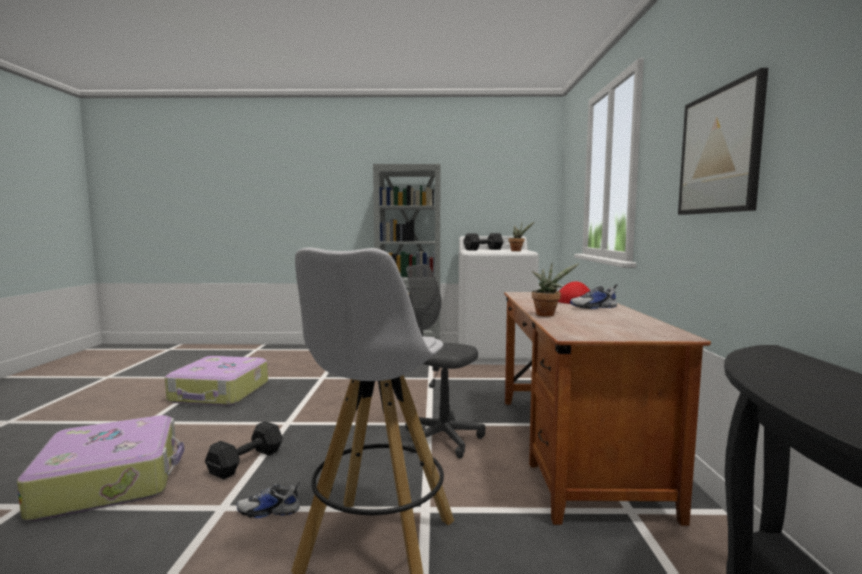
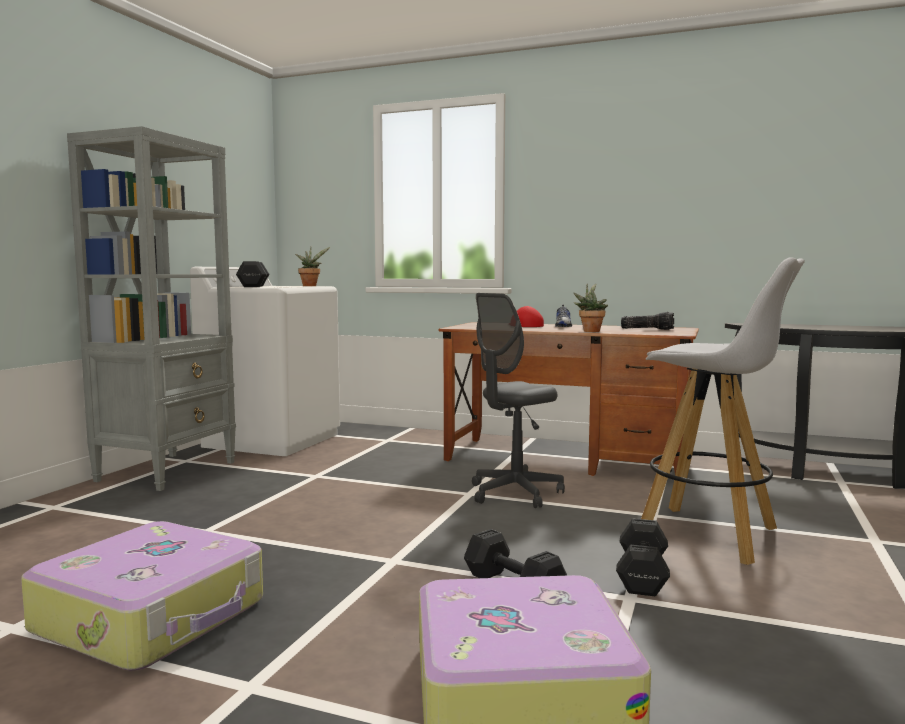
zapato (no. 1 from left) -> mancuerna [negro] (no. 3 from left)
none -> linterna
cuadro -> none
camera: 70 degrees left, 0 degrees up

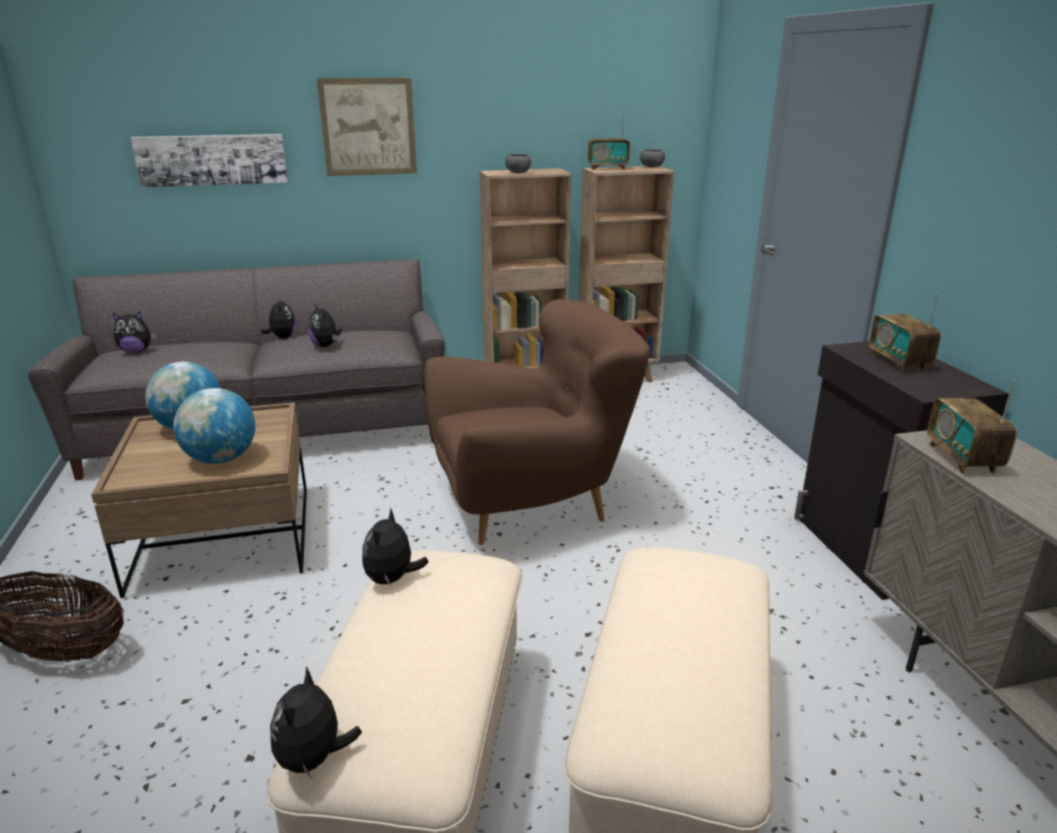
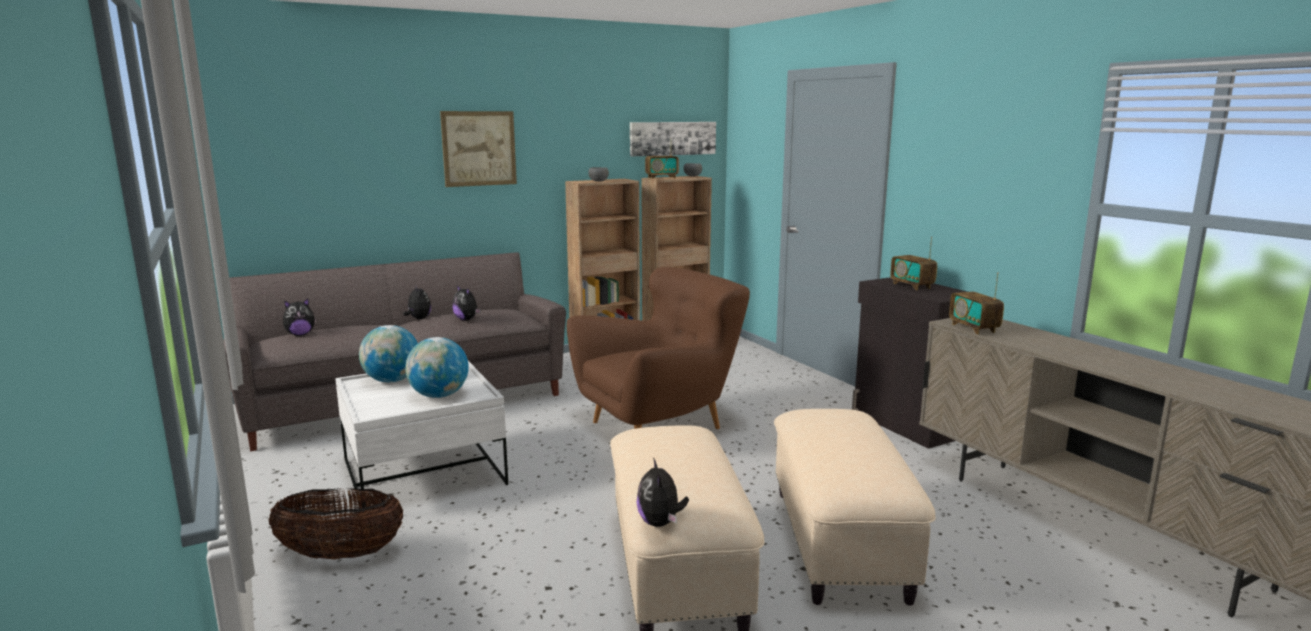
mesa de centro [marrón] -> mesa de centro [blanco]
cuadro (no. 1 from left in the first image) -> cuadro (no. 2 from left), relocated
peluche (no. 5 from left) -> none
camera: 15 degrees left, 10 degrees down

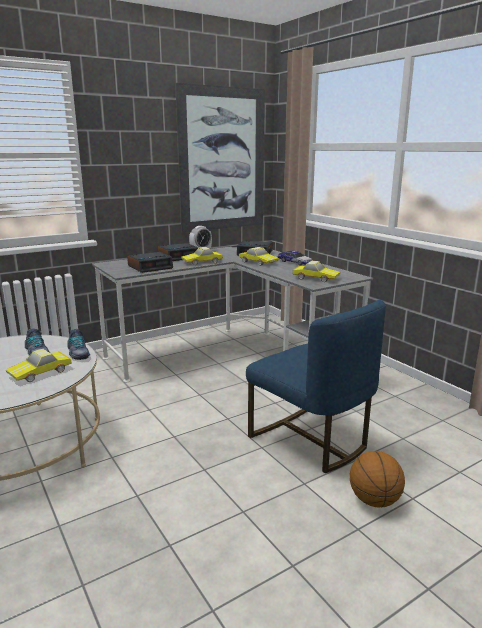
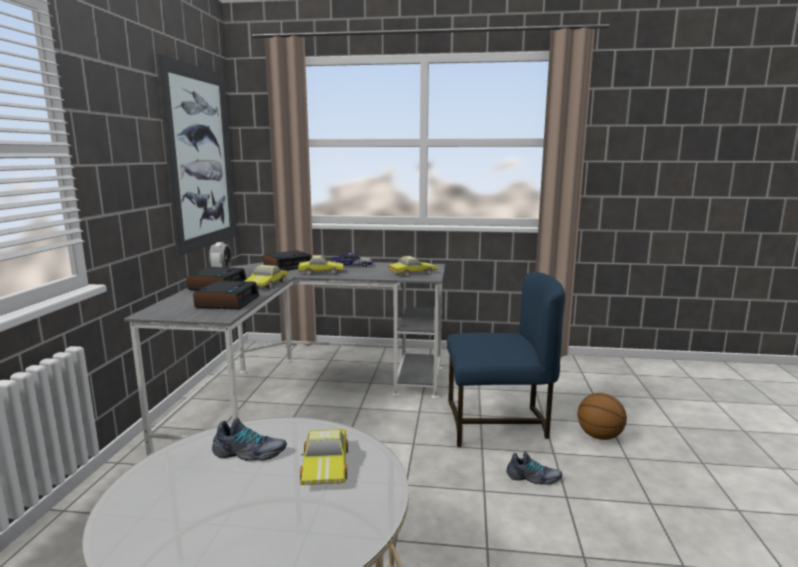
zapato (no. 2 from left), relocated
camera: 50 degrees left, 5 degrees down

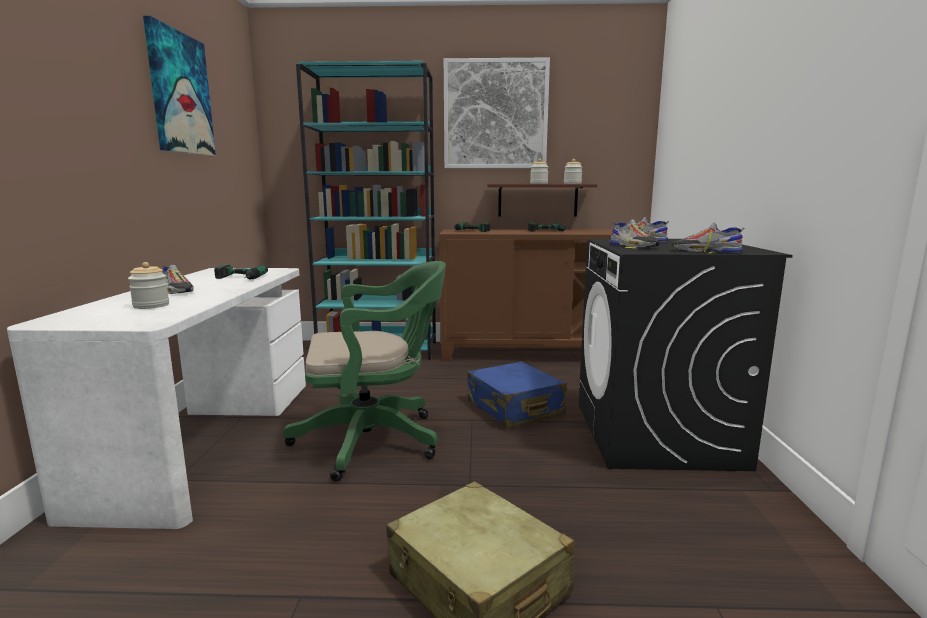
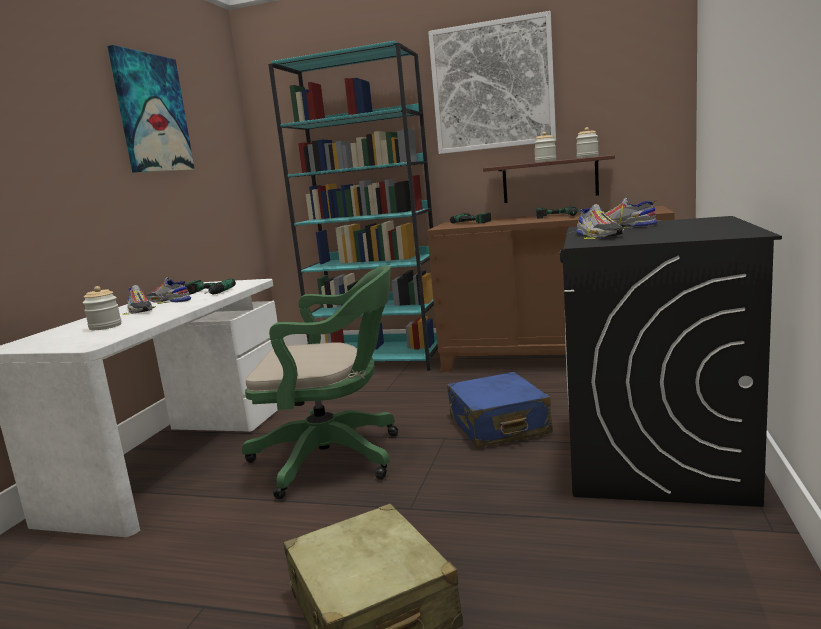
zapato (no. 4 from left in the first image) -> zapato (no. 2 from left), relocated
camera: 15 degrees right, 0 degrees up

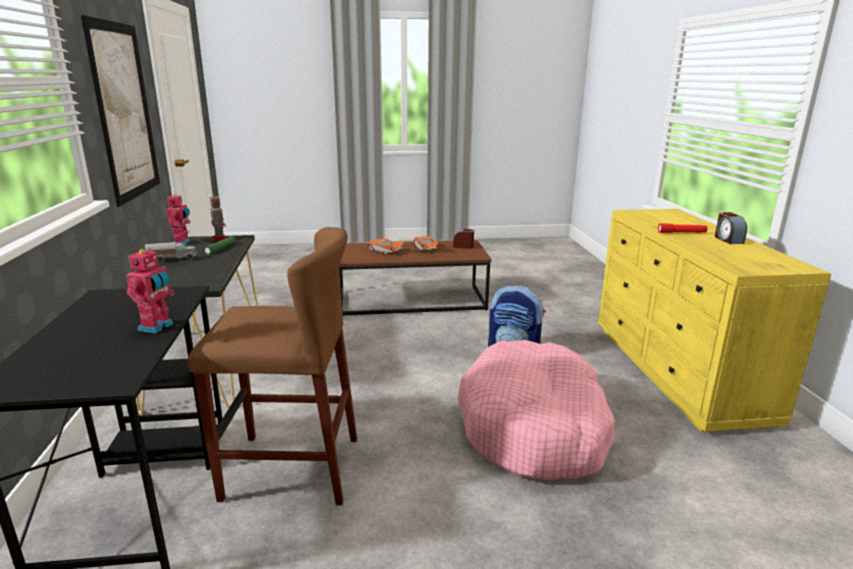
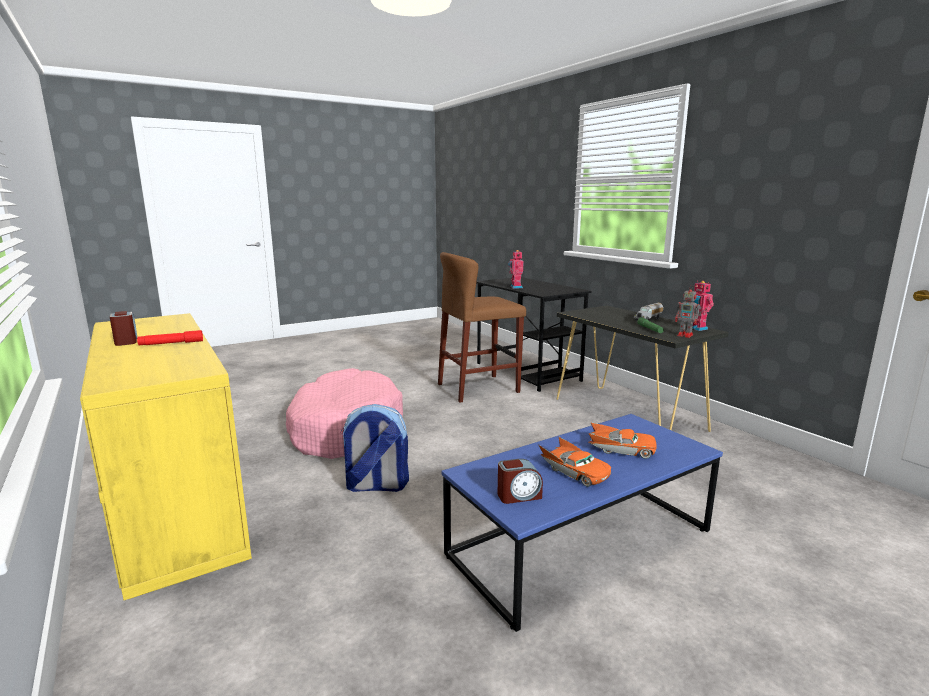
mesa de centro [marrón] -> mesa de centro [azul]
cuadro -> none
camera: 155 degrees right, 5 degrees down

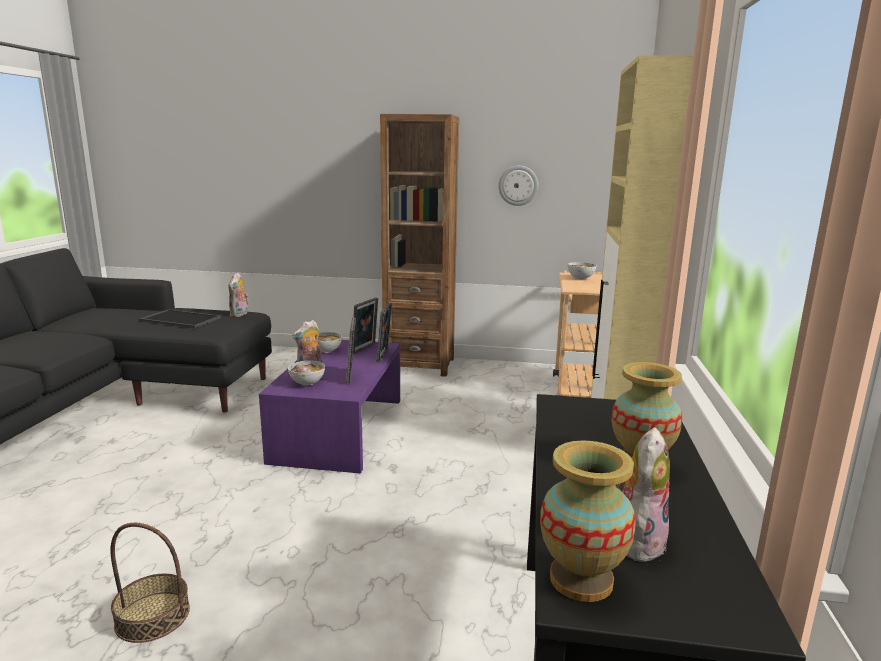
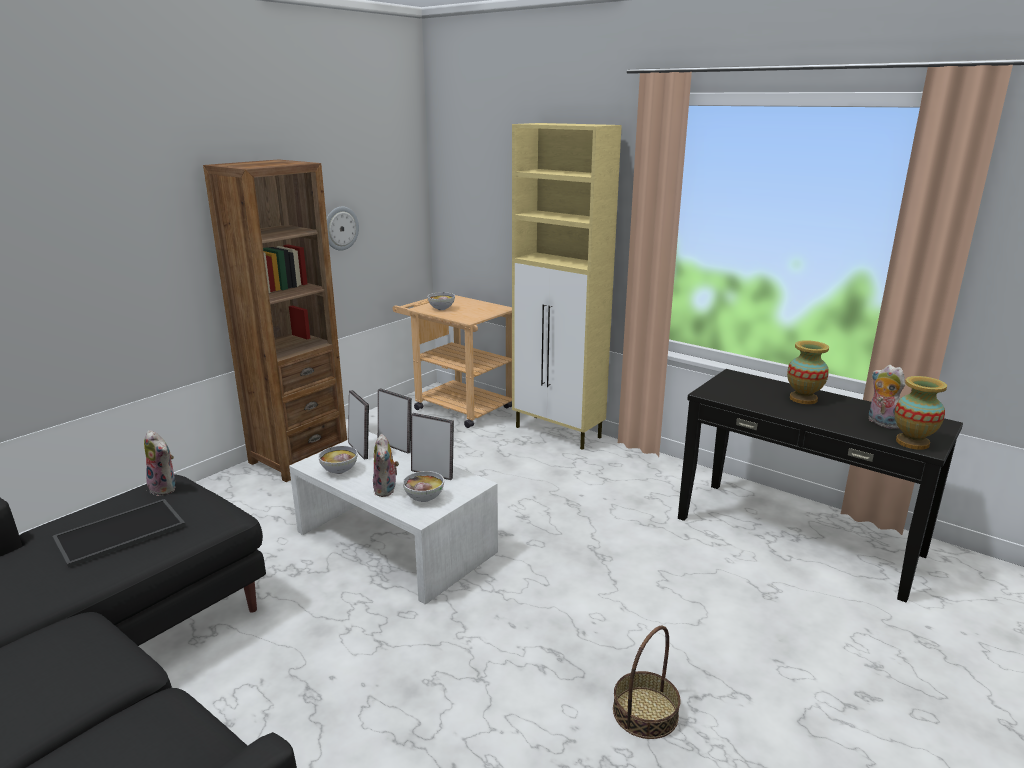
mesa de centro [morado] -> mesa de centro [blanco]
camera: 60 degrees left, 5 degrees up

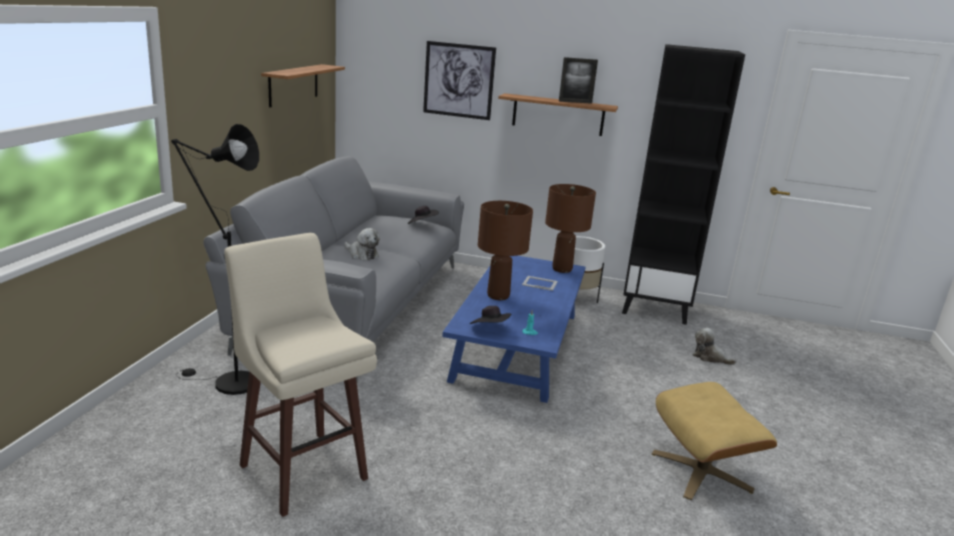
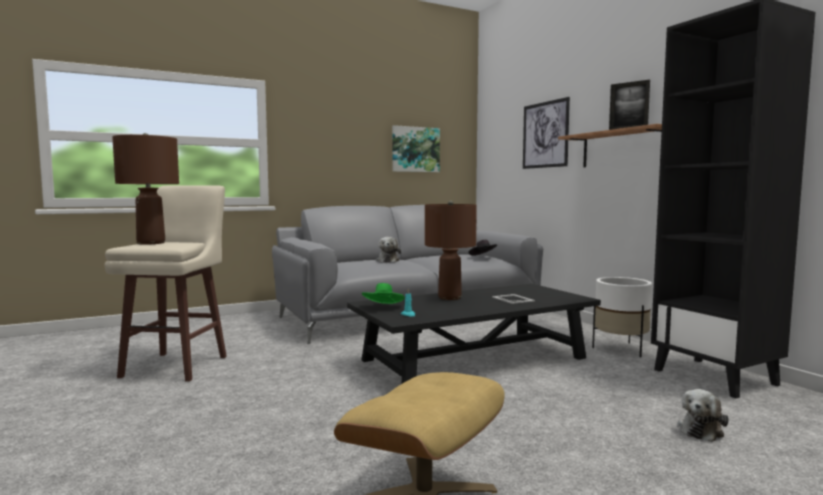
lámpara de mesa [marrón] (no. 2 from left in the first image) -> lámpara de mesa [marrón] (no. 1 from left), relocated
mesa de centro [azul] -> mesa de centro [negro]
sombrero [negro] (no. 2 from left) -> sombrero [verde]
estante (no. 1 from left) -> cuadro (no. 1 from left)
peluche (no. 2 from left), 135 degrees counterclockwise
lámpara de pie [negro] -> none
camera: 50 degrees right, 15 degrees down

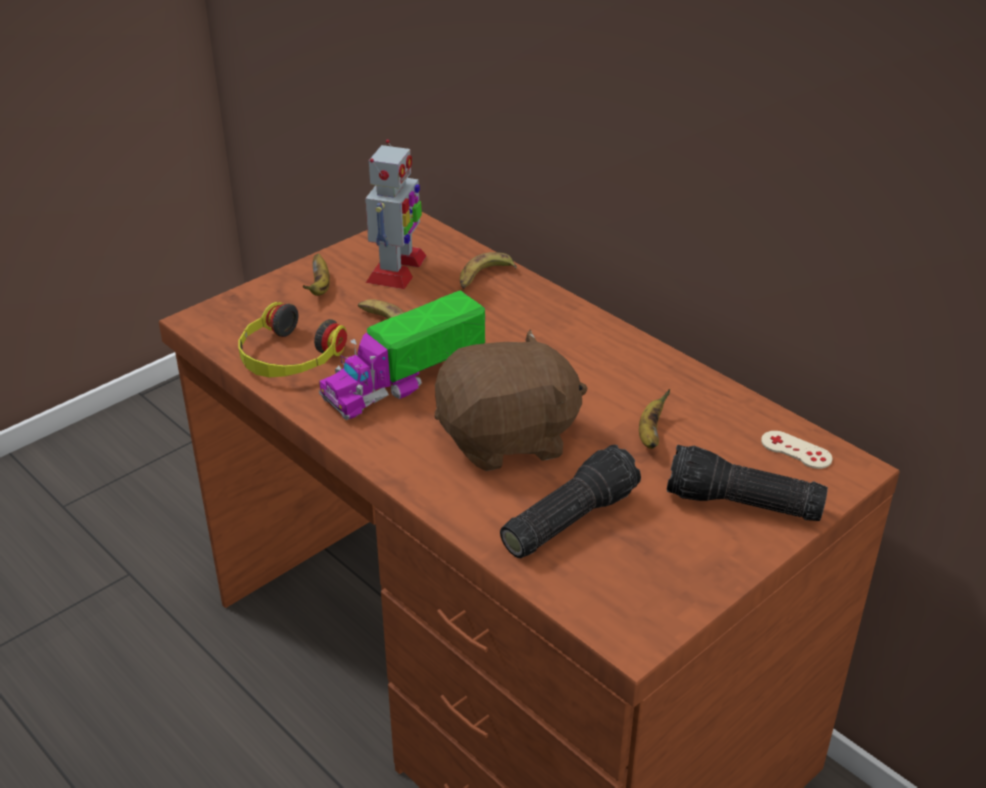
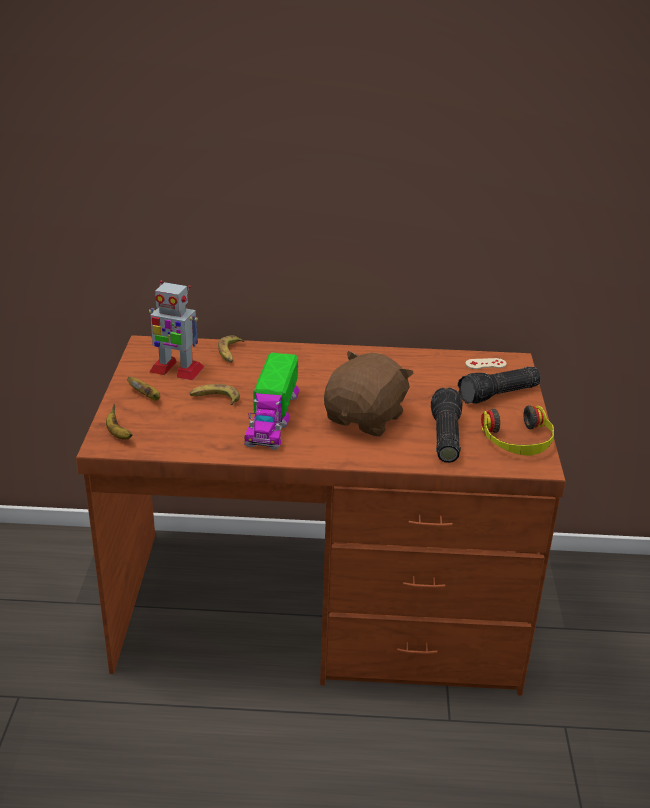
plátano (no. 4 from left in the first image) -> plátano (no. 1 from left), relocated
robot de juguete, 135 degrees clockwise
auriculares, relocated
camera: 45 degrees left, 5 degrees down

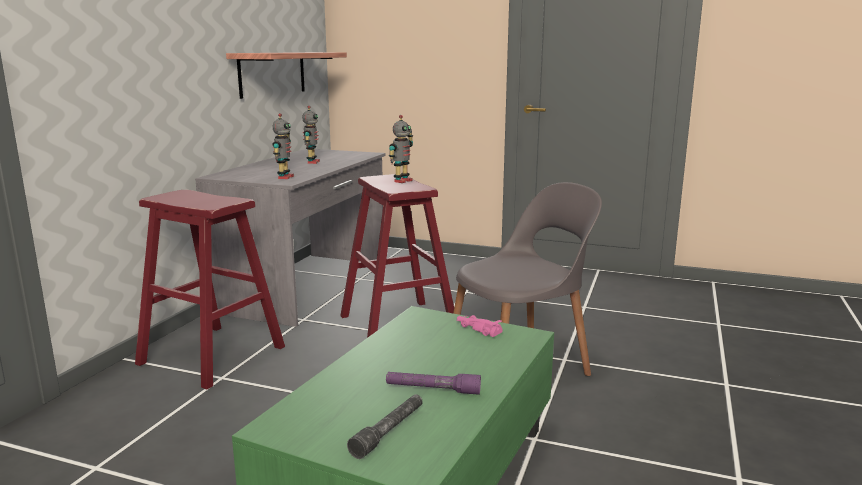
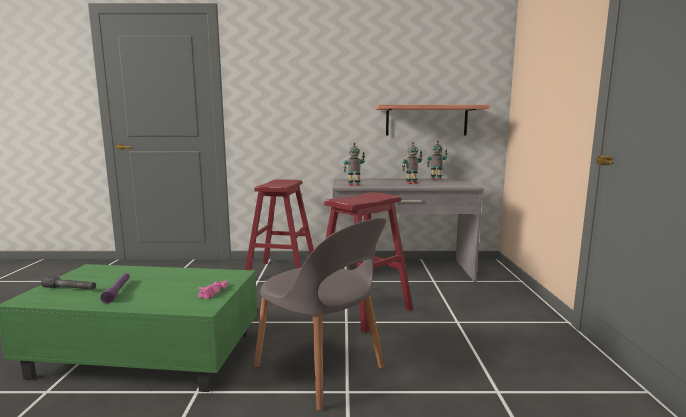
robot de juguete (no. 3 from left), relocated
camera: 70 degrees right, 5 degrees down

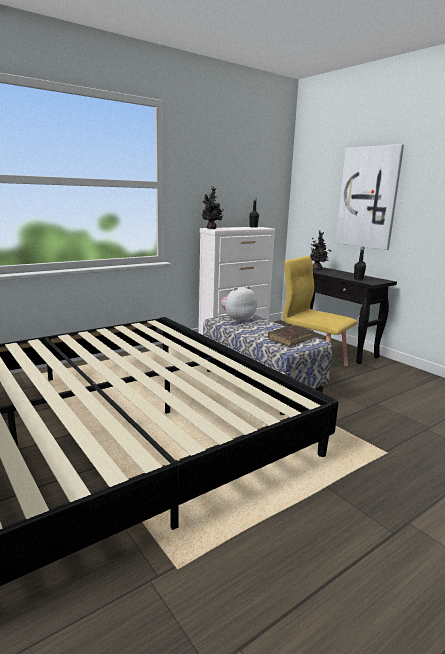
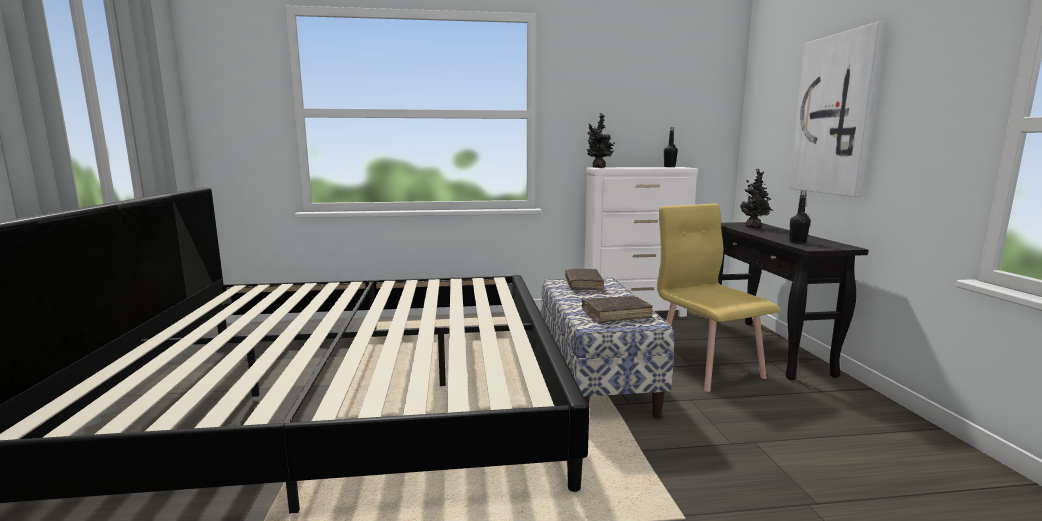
peluche -> libro [marrón] (no. 1 from left)
camera: 30 degrees right, 5 degrees down

